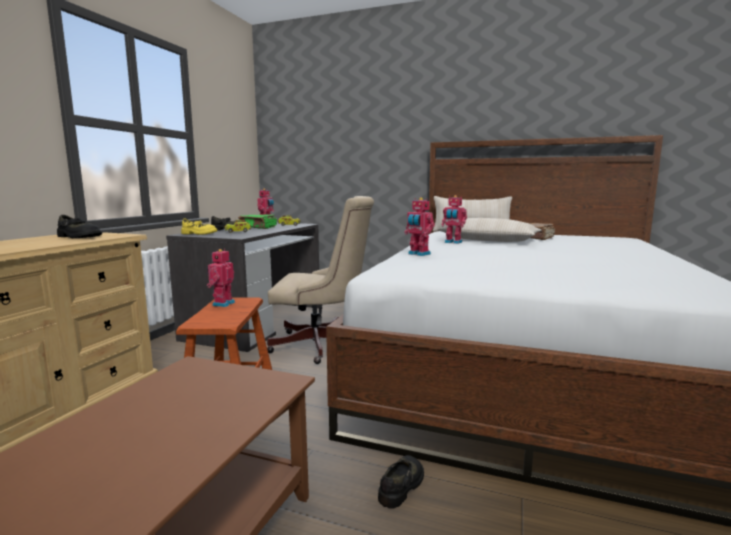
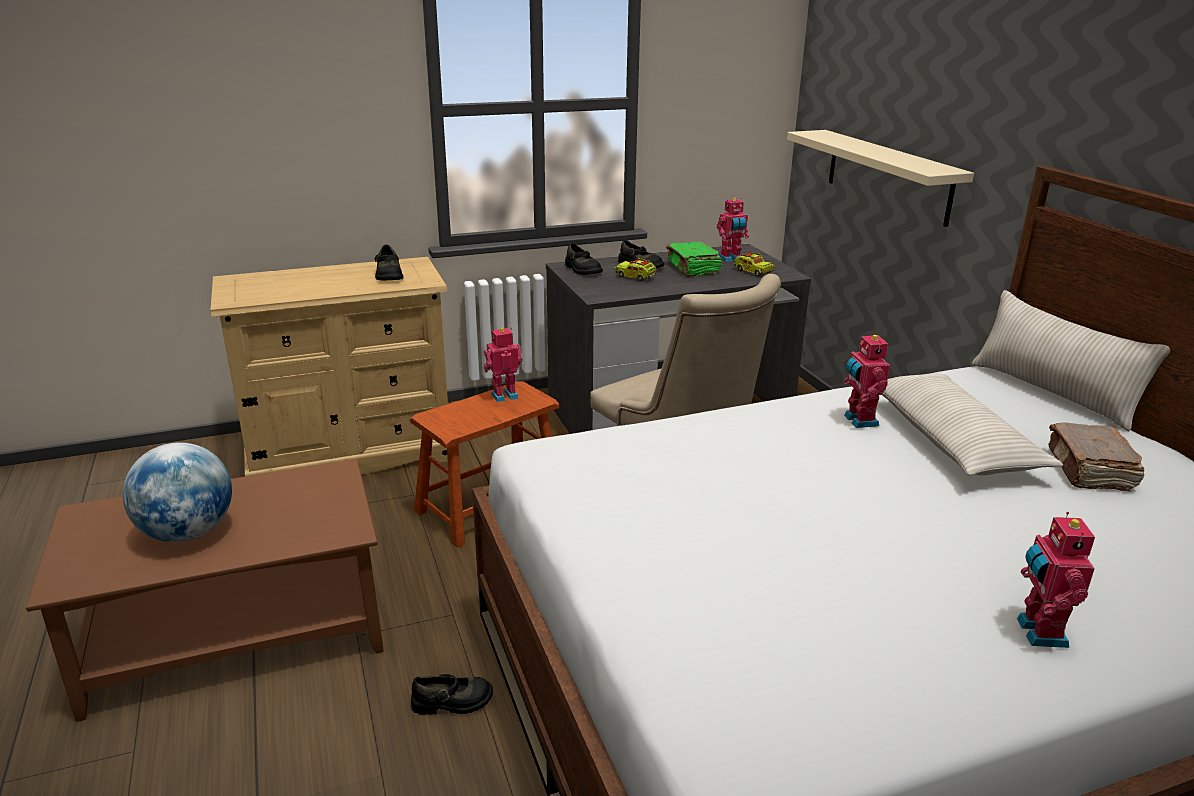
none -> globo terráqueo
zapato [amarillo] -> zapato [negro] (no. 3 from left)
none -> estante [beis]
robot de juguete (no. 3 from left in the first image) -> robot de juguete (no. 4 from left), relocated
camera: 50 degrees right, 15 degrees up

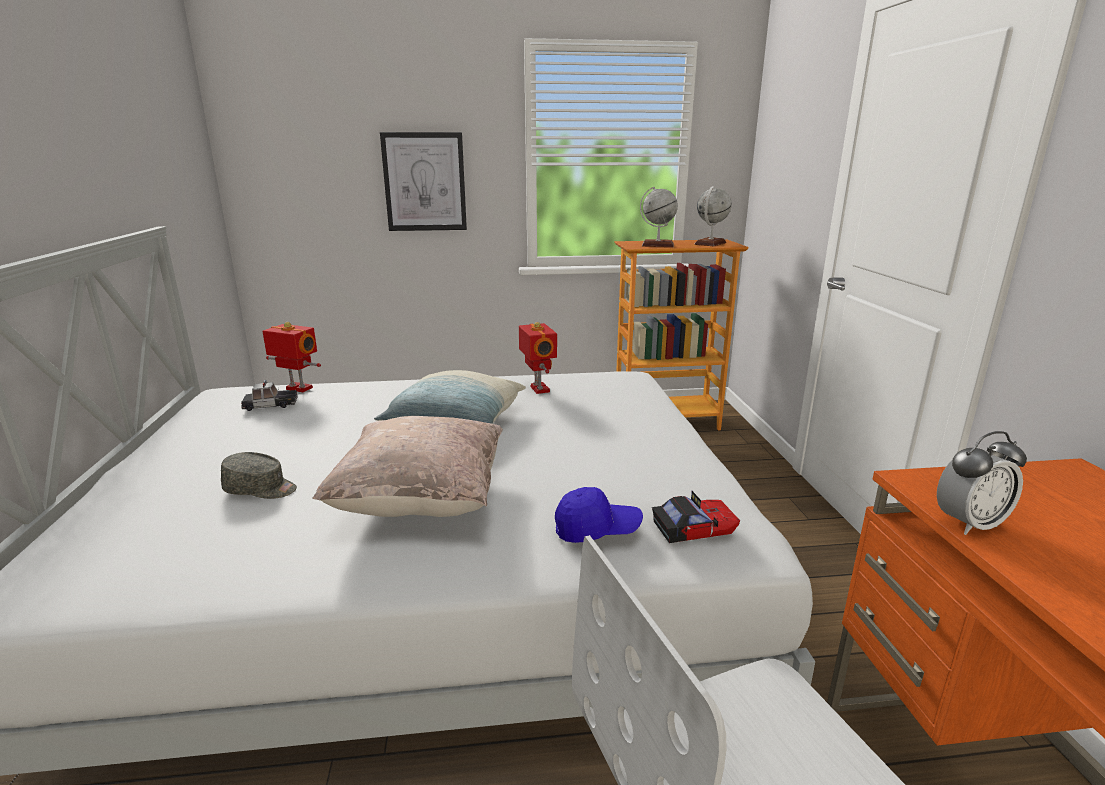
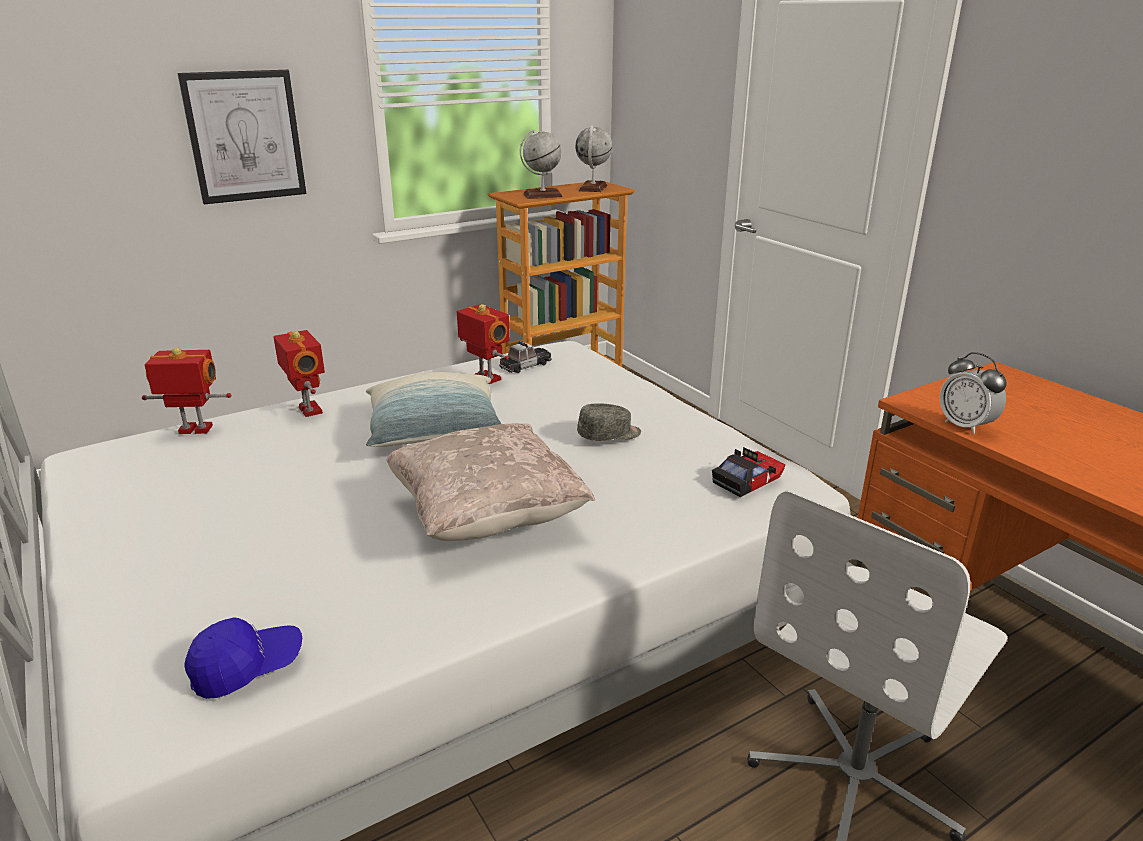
gorra [azul], relocated
none -> robot de juguete (no. 2 from left)
coche de juguete (no. 1 from left), relocated
gorra [gris], relocated
despertador, 105 degrees clockwise
camera: 25 degrees left, 5 degrees up

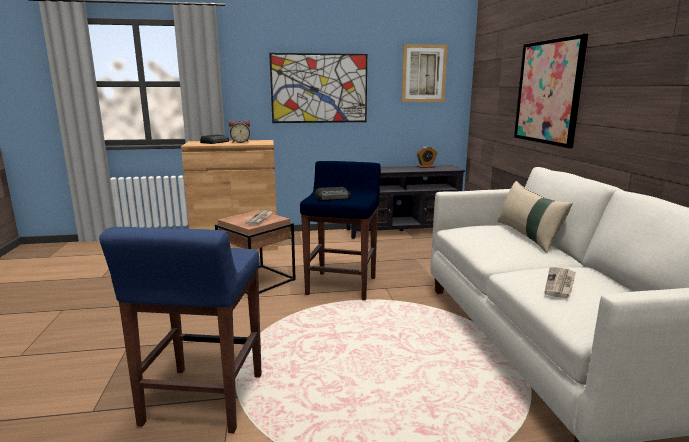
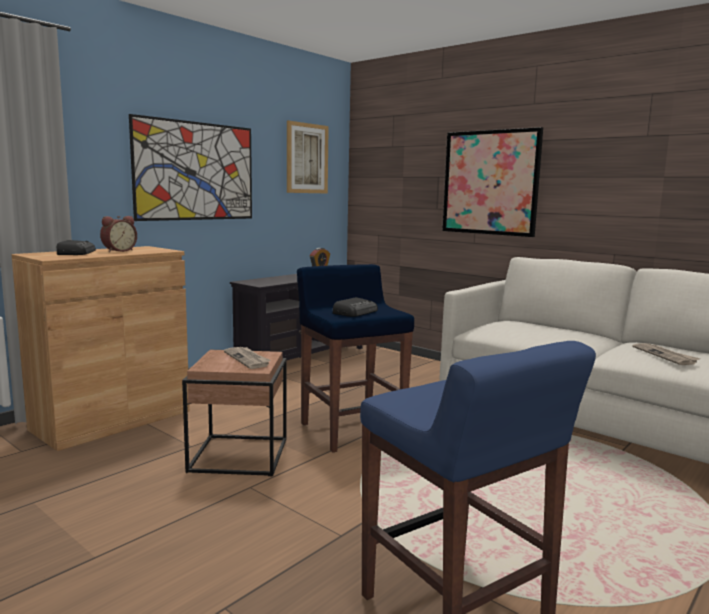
cojín [beis] -> none
camera: 40 degrees left, 5 degrees down

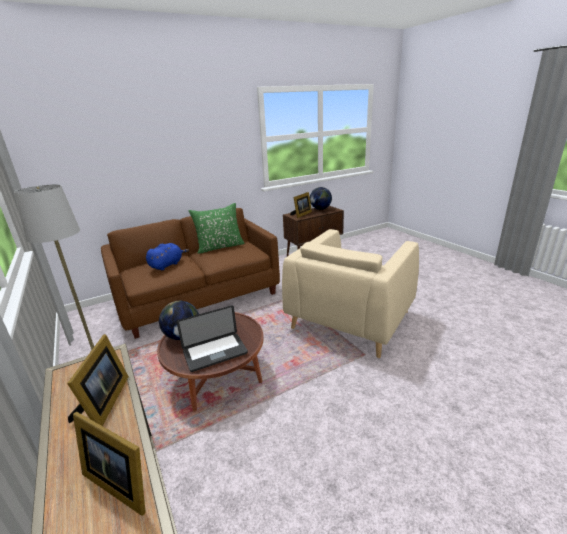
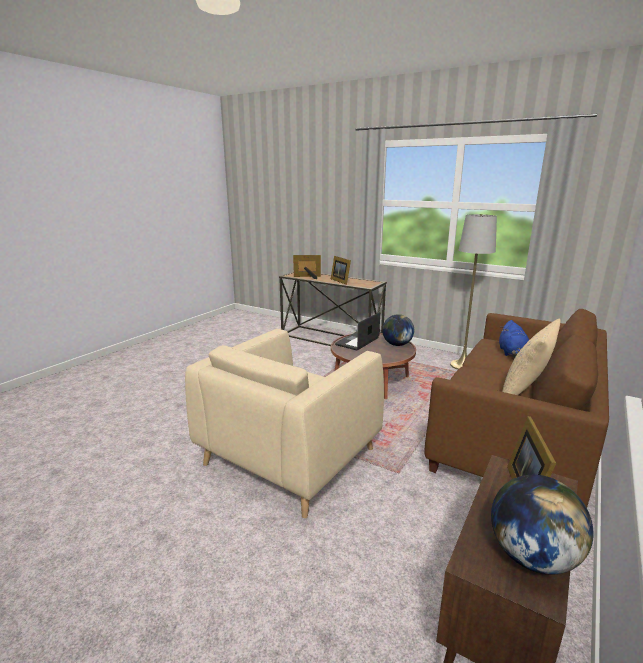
sillón [beis], 150 degrees counterclockwise
cojín [verde] -> cojín [beis]
camera: 150 degrees right, 5 degrees down

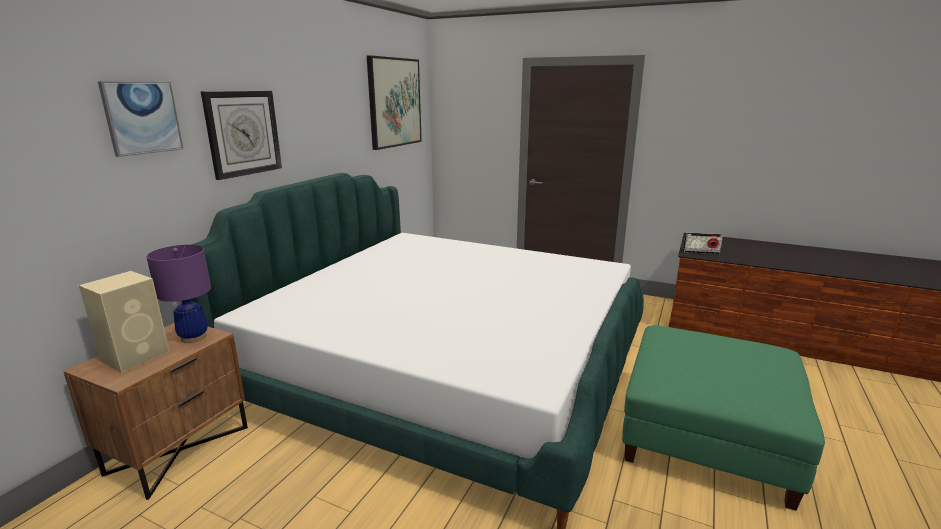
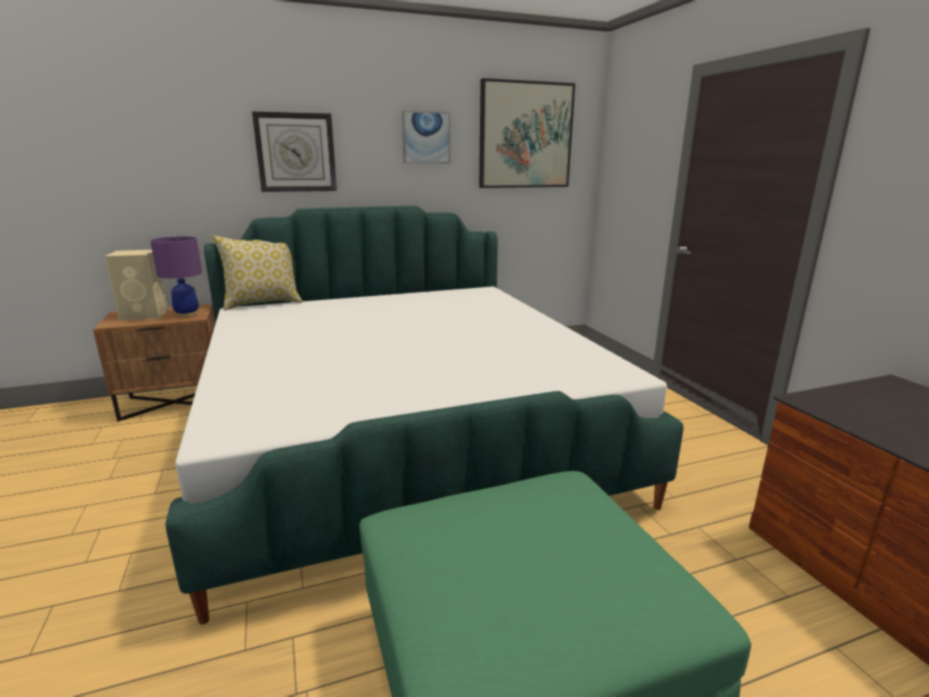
none -> cojín
cuadro (no. 1 from left), relocated
radio -> none
camera: 45 degrees right, 0 degrees up

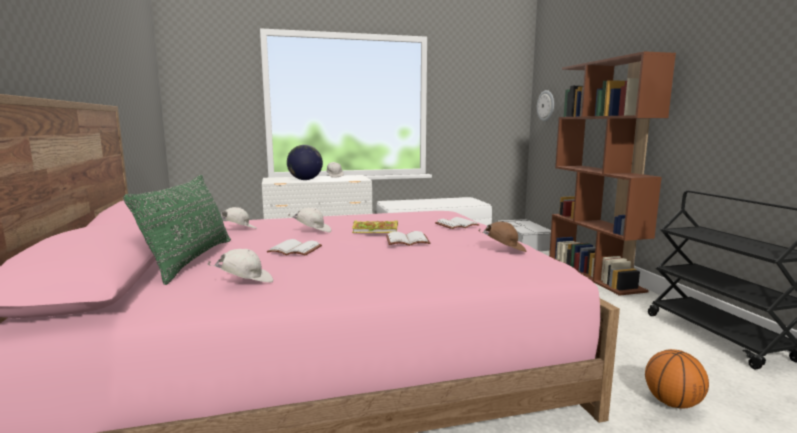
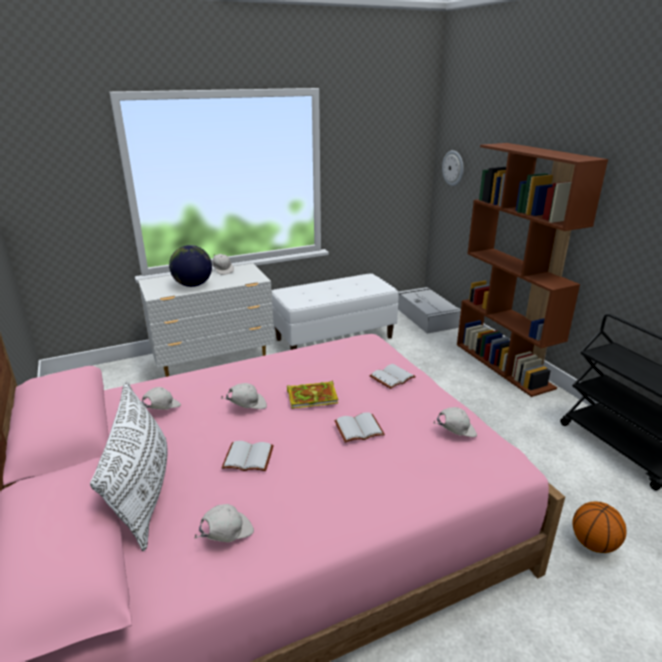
cojín [verde] -> cojín [blanco]
gorra [marrón] -> gorra [blanco] (no. 5 from left)
camera: 10 degrees left, 15 degrees up

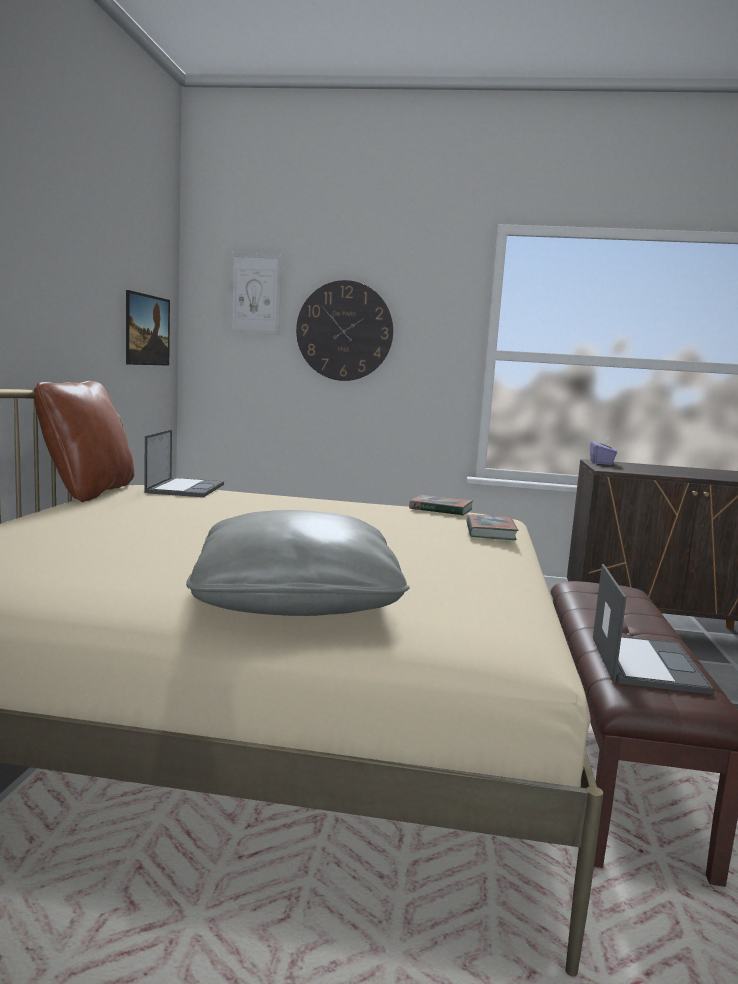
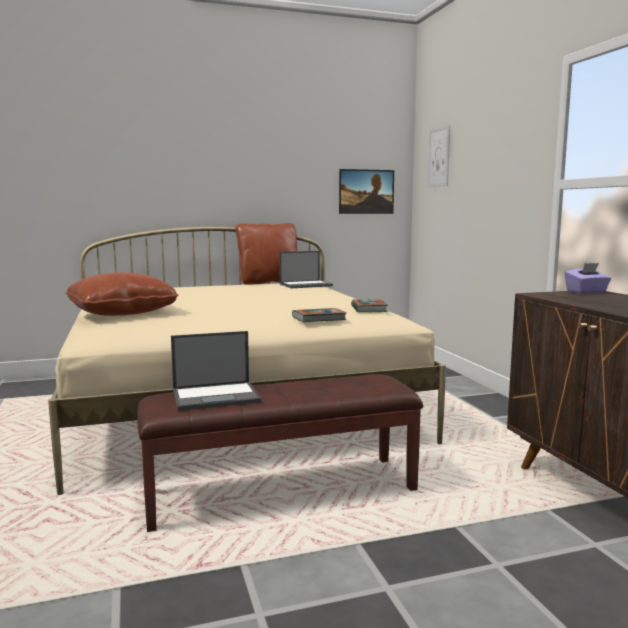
cojín [gris] -> cojín [marrón] (no. 1 from left)
reloj de pared -> none
camera: 65 degrees right, 0 degrees up

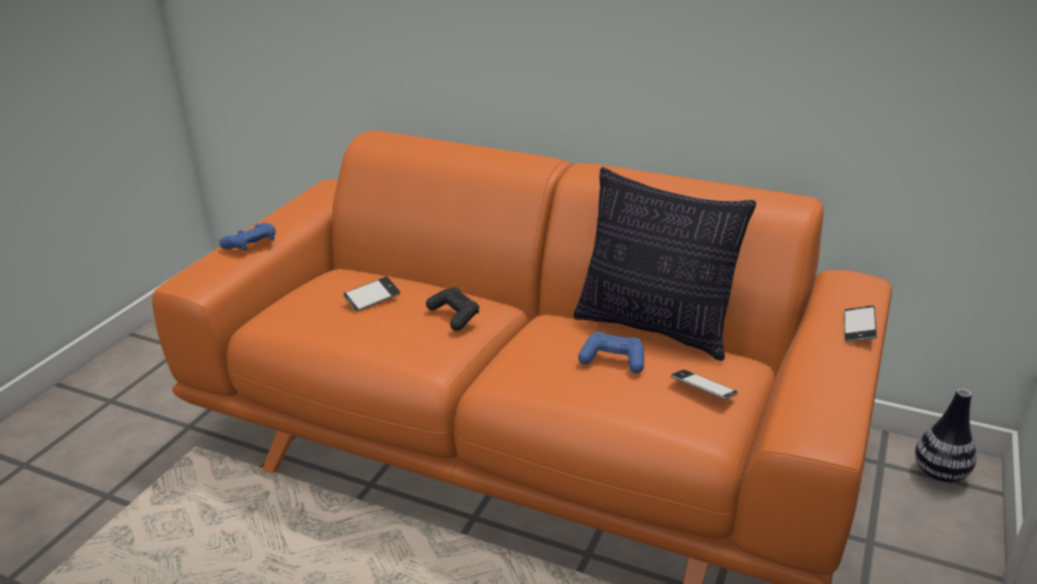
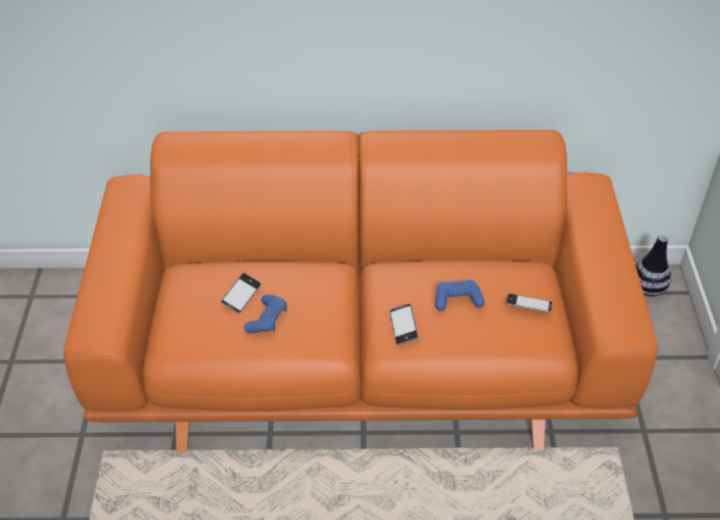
mando de consola [azul] (no. 1 from left), relocated
móvil (no. 3 from left in the first image) -> móvil (no. 2 from left), relocated
mando de consola [negro] -> none
cojín -> none
camera: 25 degrees left, 15 degrees up

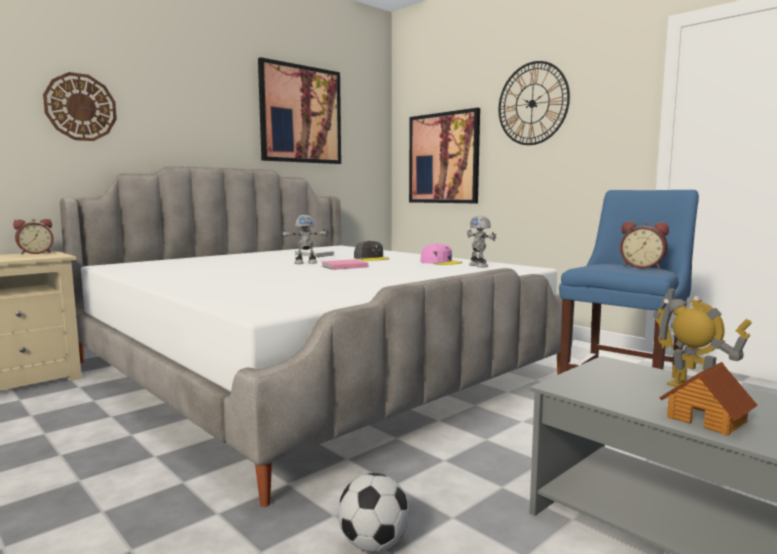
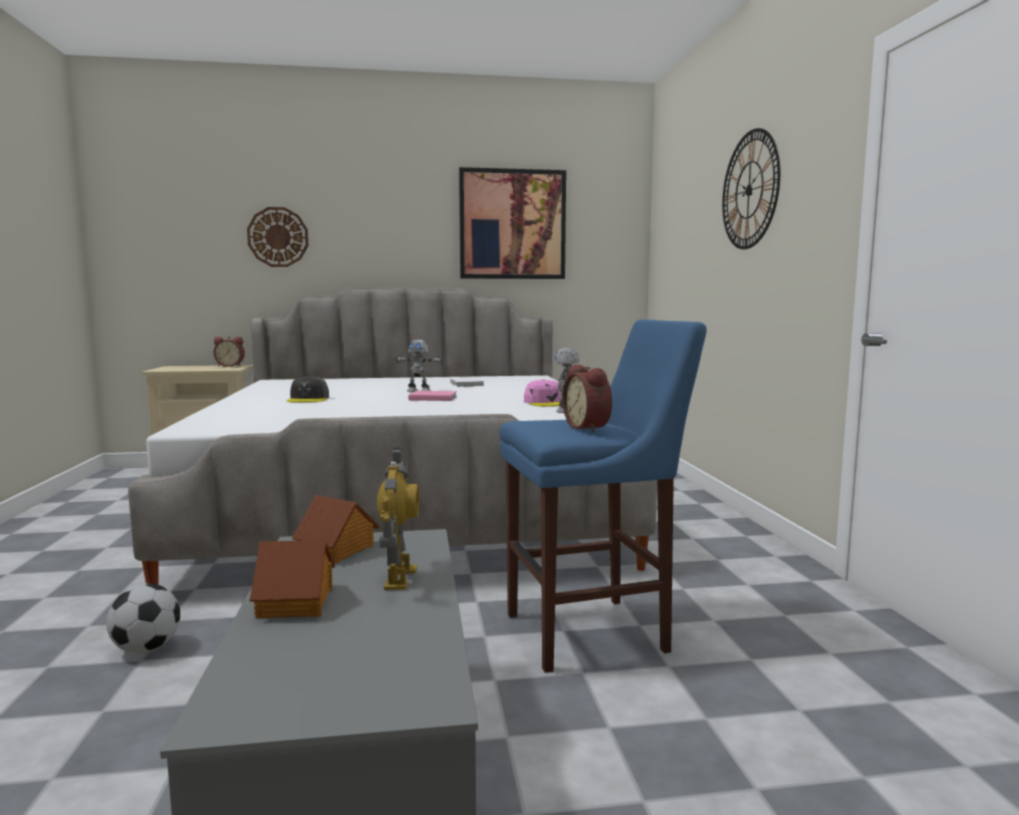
gorra [gris], relocated
none -> casita (no. 2 from left)
cuadro (no. 2 from left) -> none
camera: 35 degrees right, 0 degrees up

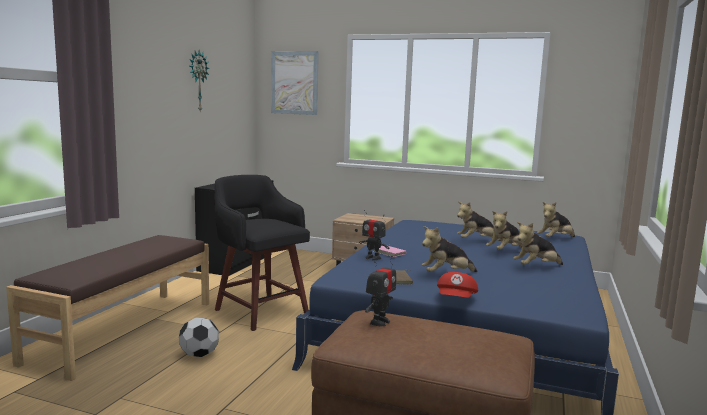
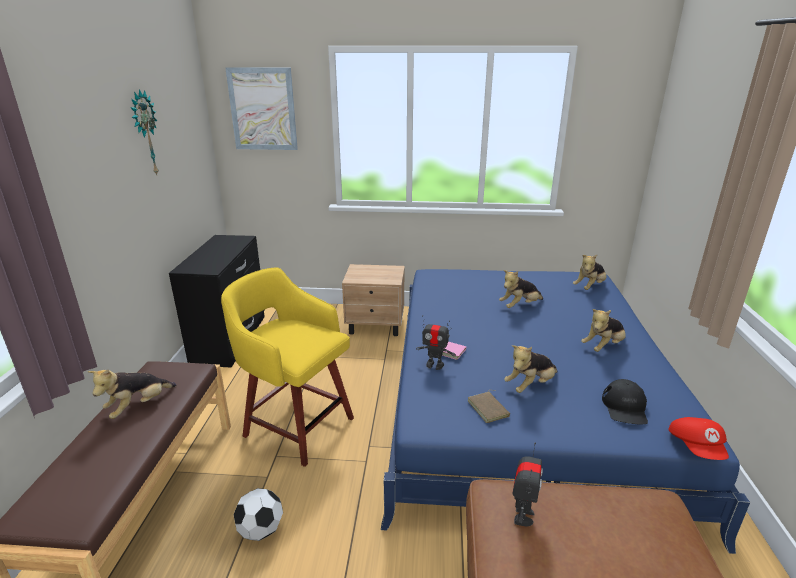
peluche (no. 3 from left in the first image) -> peluche (no. 1 from left), relocated
taburete [negro] -> taburete [amarillo]
none -> gorra [negro]
gorra [rojo], relocated
camera: 15 degrees left, 15 degrees up

